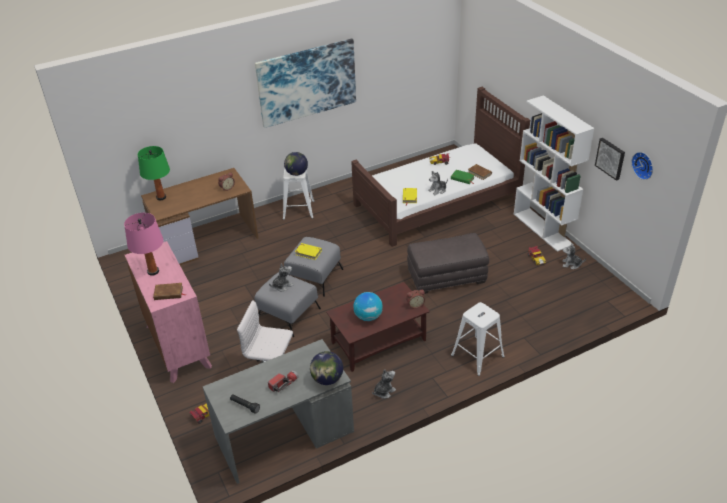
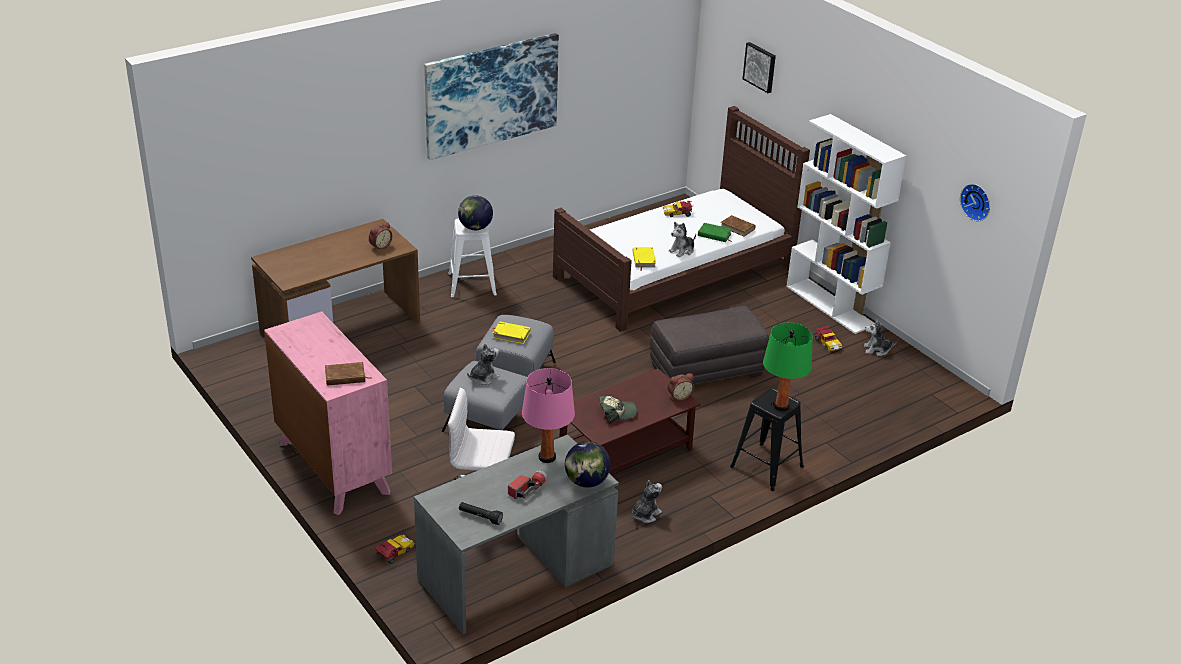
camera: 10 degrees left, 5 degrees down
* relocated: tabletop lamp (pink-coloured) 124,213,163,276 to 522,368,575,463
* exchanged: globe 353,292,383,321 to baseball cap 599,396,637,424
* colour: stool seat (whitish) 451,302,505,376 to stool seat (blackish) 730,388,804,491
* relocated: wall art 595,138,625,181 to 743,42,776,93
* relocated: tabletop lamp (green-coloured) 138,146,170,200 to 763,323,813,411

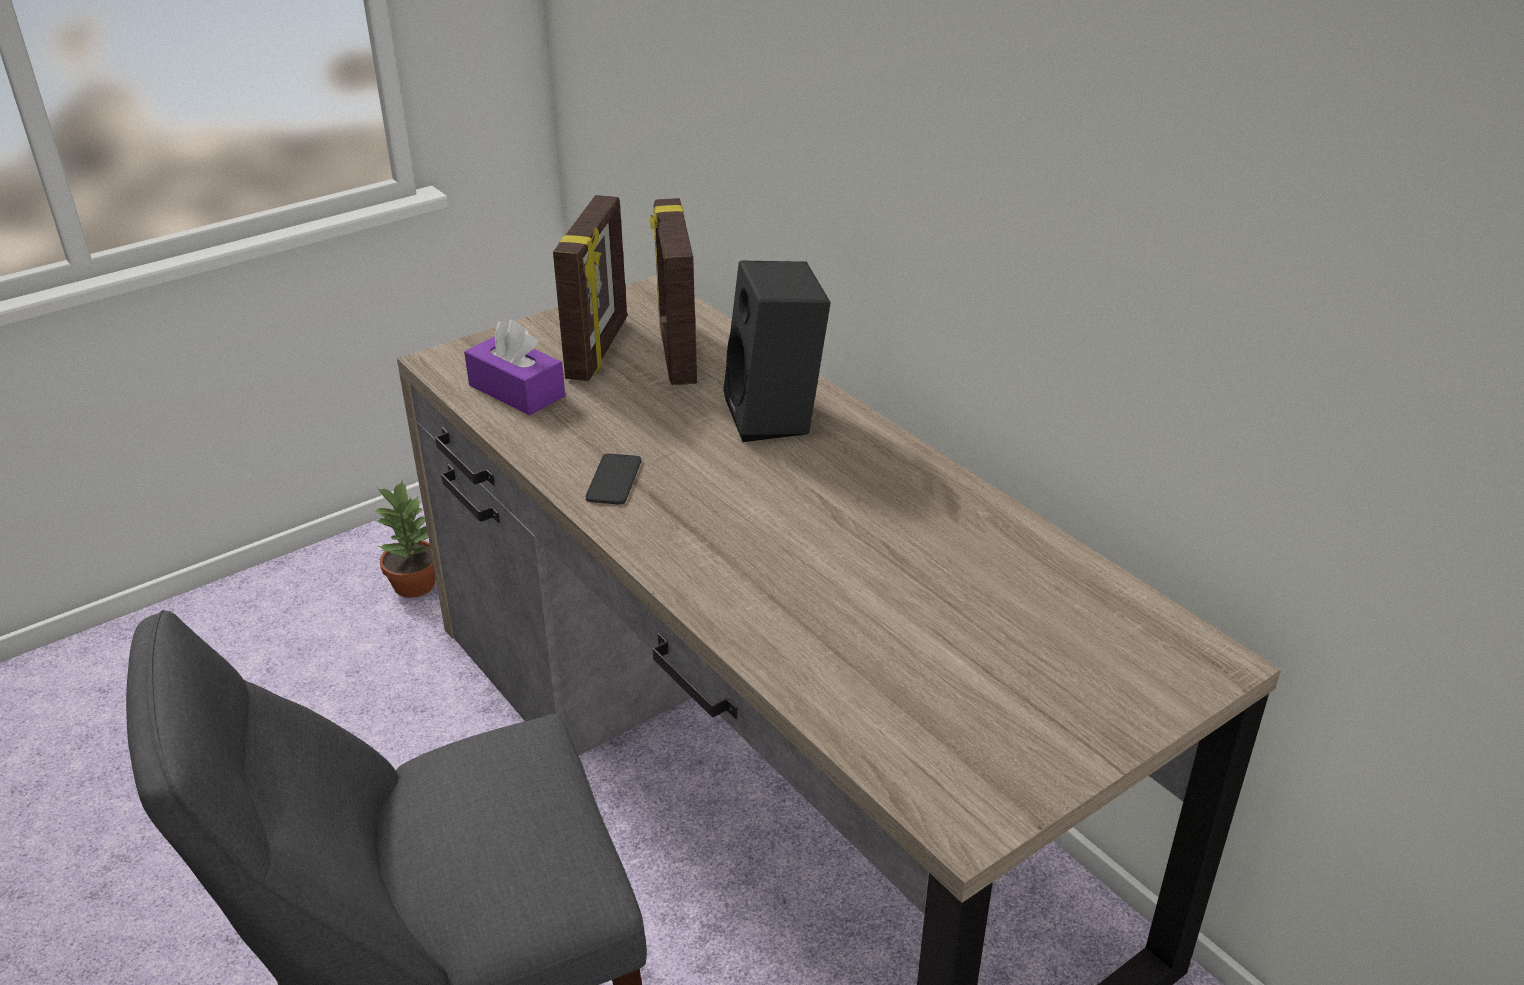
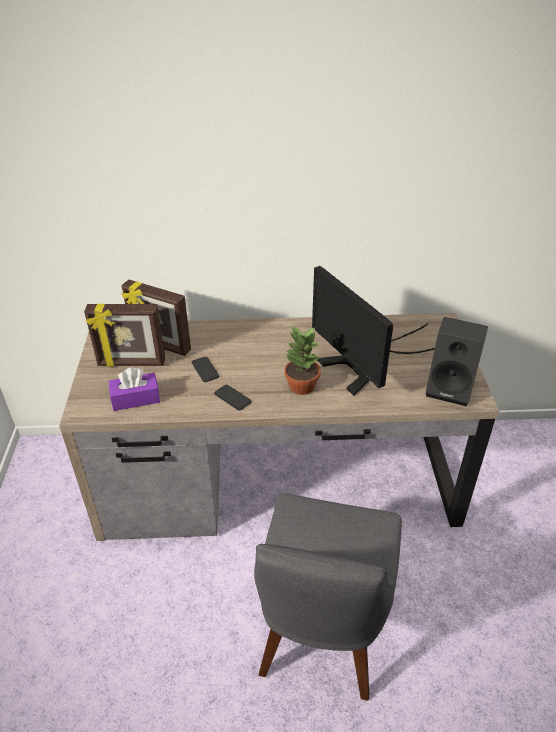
camera: 55 degrees left, 5 degrees up
* spun: photo frame 553,195,627,381 = 84,304,165,367 135 degrees clockwise
* appeared: phone 192,357,219,382
* relocated: potted plant 375,481,435,598 to 284,327,321,395
* appeared: computer screen 312,266,435,396
* relocated: audio speaker (blackish) 723,260,830,442 to 426,317,488,407

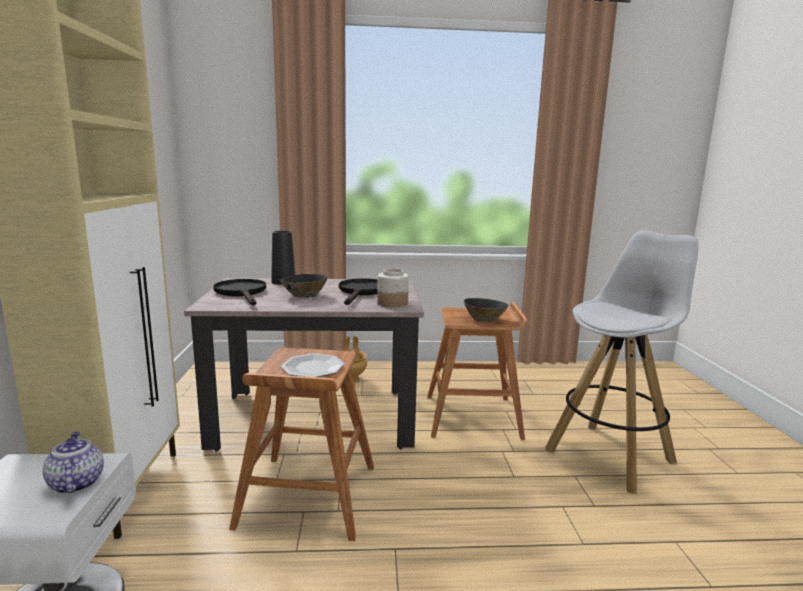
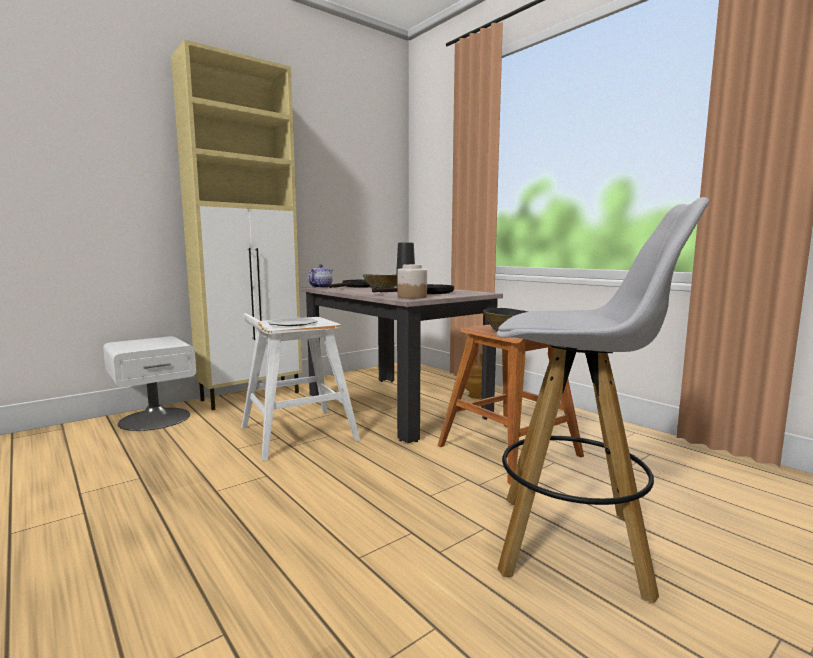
camera: 55 degrees right, 5 degrees down
* colour: stool seat (brownish) 229,348,374,541 to stool seat (whitish) 241,313,360,461
* relocated: teapot 43,432,104,494 to 308,264,332,288

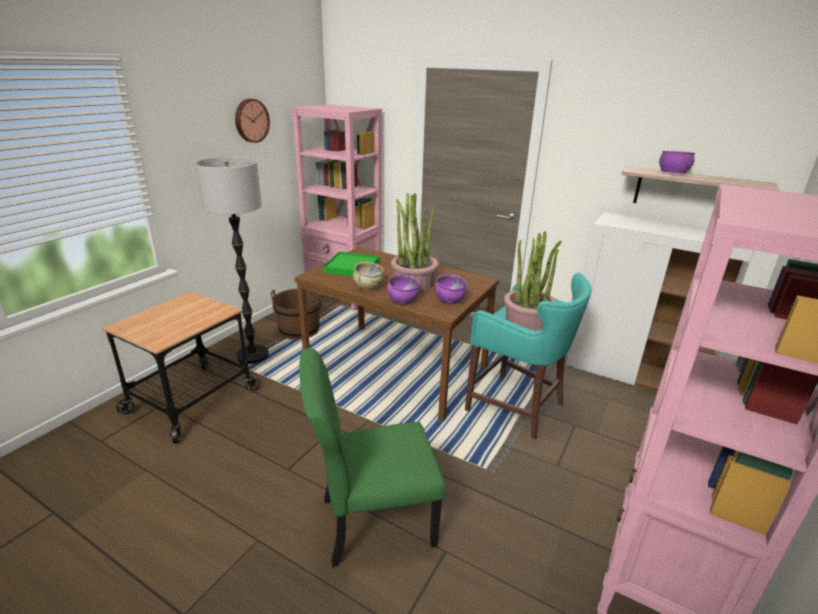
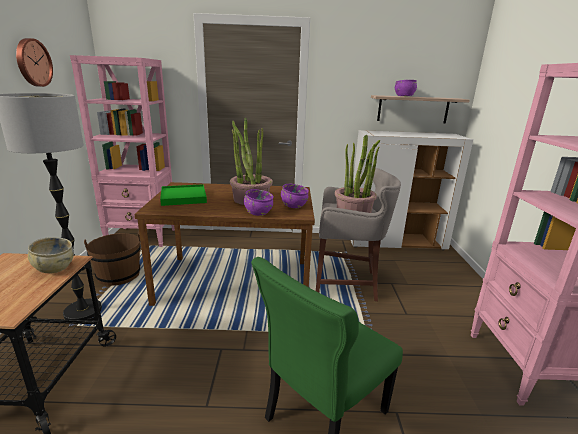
camera: 30 degrees left, 5 degrees down
* relocated: serving bowl (beige-coloured) 353,262,384,291 to 28,237,74,273
* colour: stool seat (blue-green) 465,273,592,440 to stool seat (greyish) 316,168,401,302

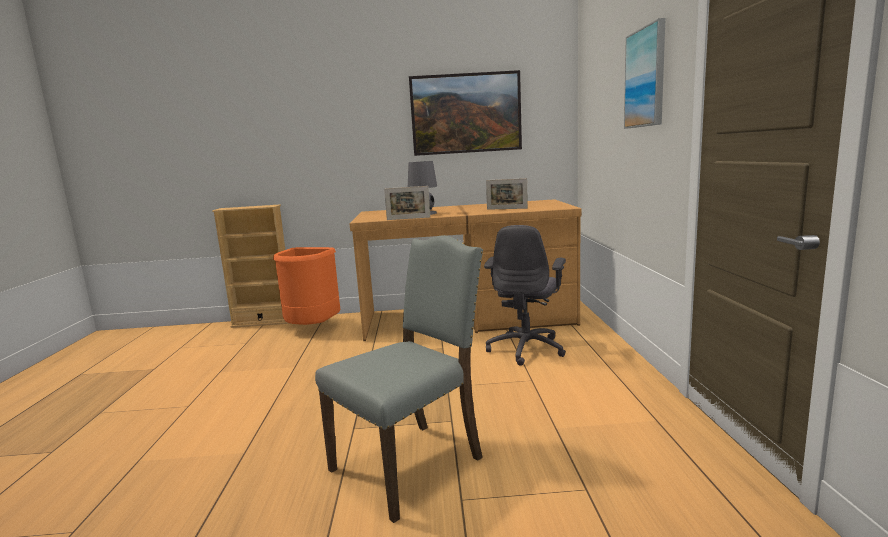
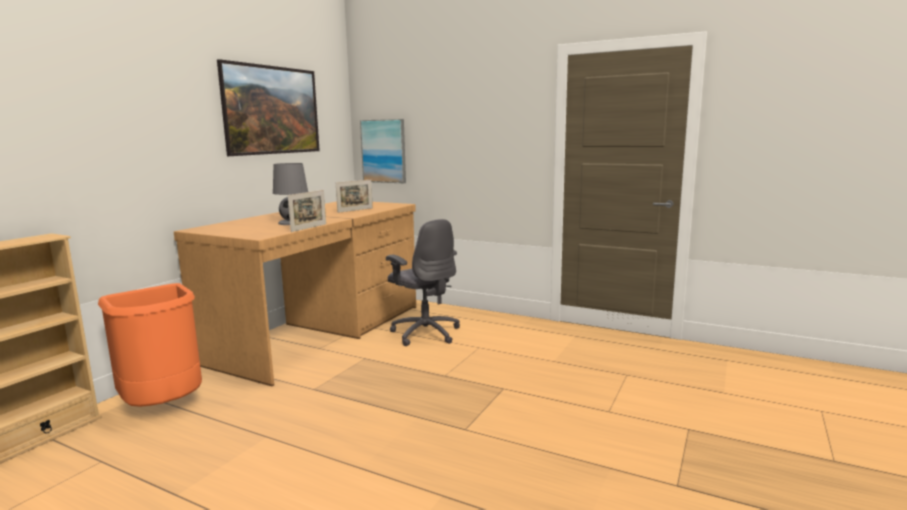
camera: 60 degrees left, 0 degrees up
* relocated: wall art 624,18,666,129 to 360,119,406,183
* missing: chair (greyish) 315,235,483,523

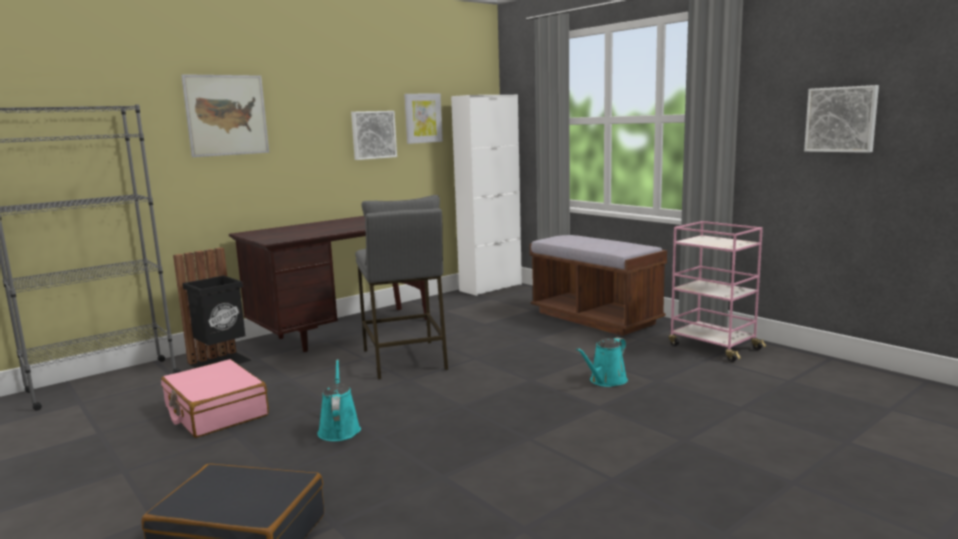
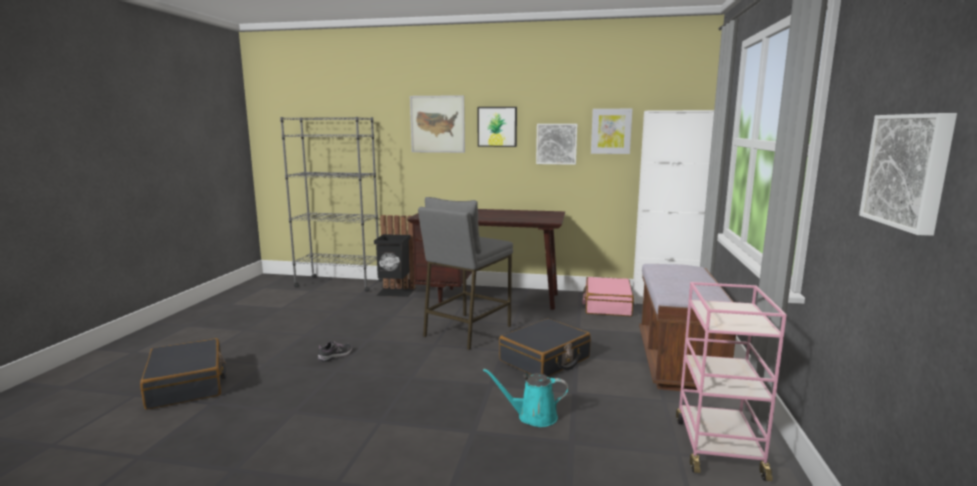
camera: 50 degrees right, 0 degrees up
* exchanged: watering pot (blue-green) 317,359,361,441 to item of footwear 318,340,352,362
* appeared: wall art 478,107,517,147
* appeared: suitcase (blackish) 499,318,591,377
* relocated: suitcase (pink-coloured) 161,359,269,438 to 583,277,634,316

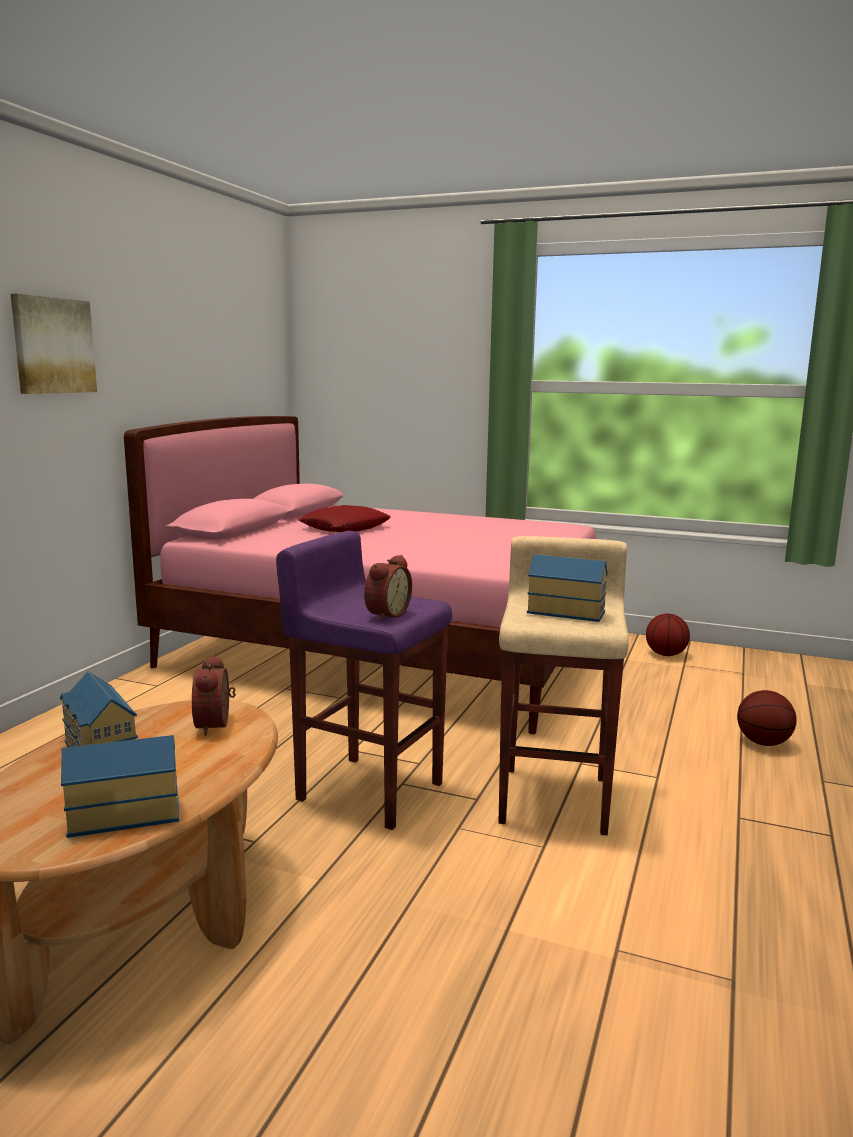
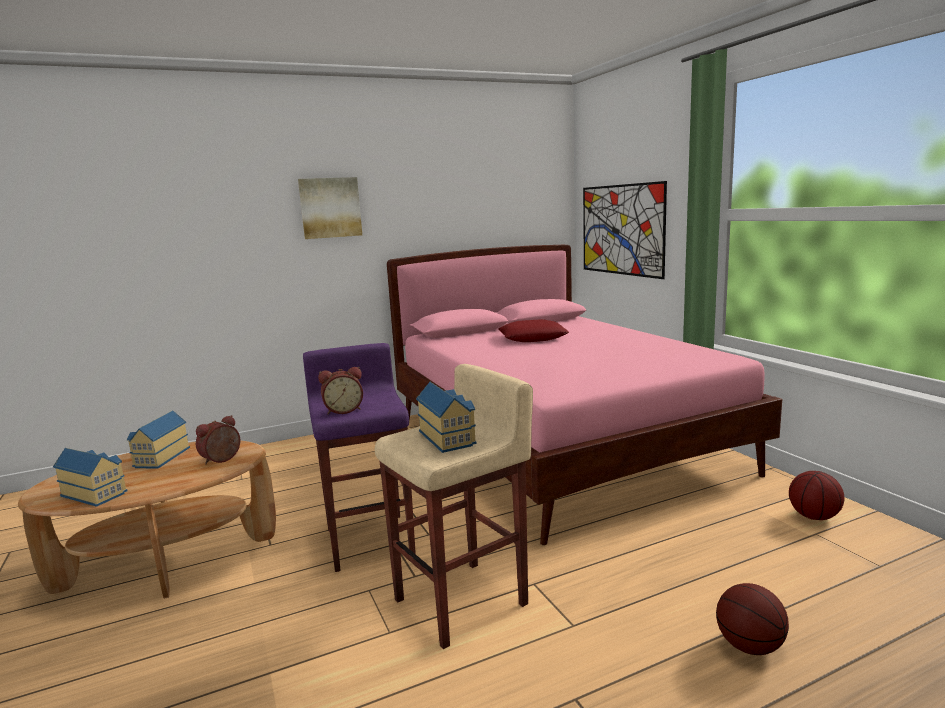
camera: 45 degrees right, 0 degrees up
* appeared: wall art 583,181,667,279

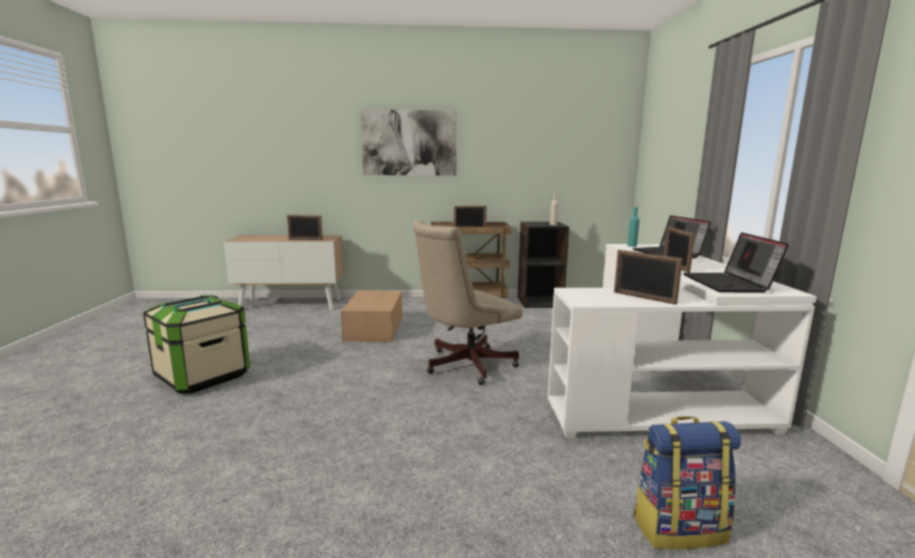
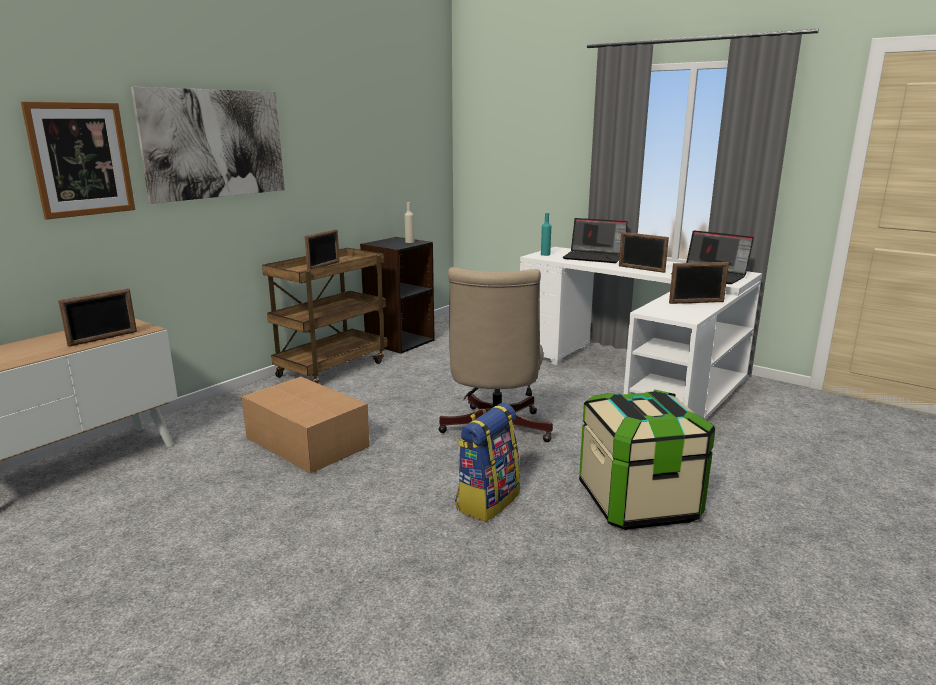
camera: 50 degrees left, 5 degrees up
* appeared: wall art 21,102,135,220
* relocated: knapsack 634,416,741,549 to 455,403,520,521
* relocated: storage bin 143,295,250,394 to 579,390,715,530

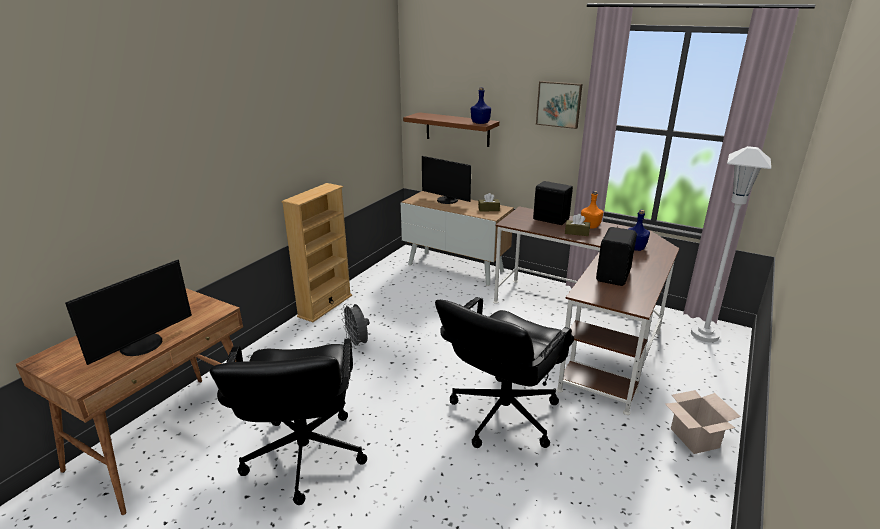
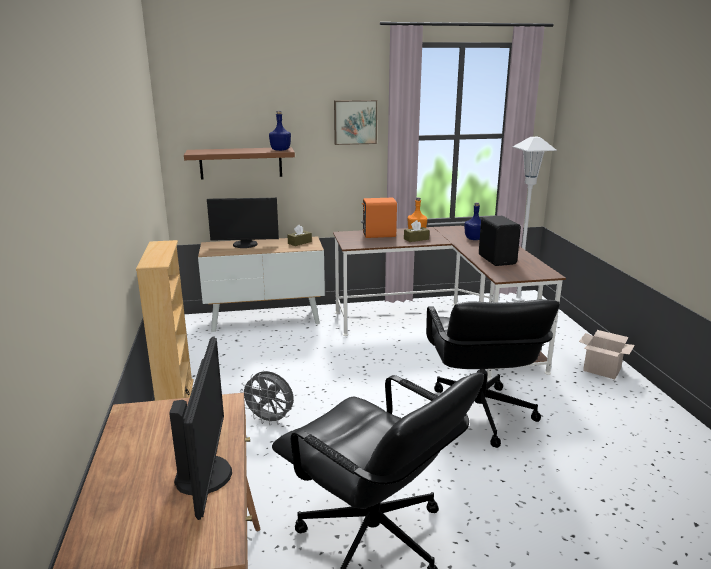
camera: 40 degrees left, 5 degrees down
* colour: audio speaker (blackish) 533,181,573,225 to audio speaker (orangey) 361,198,397,238

